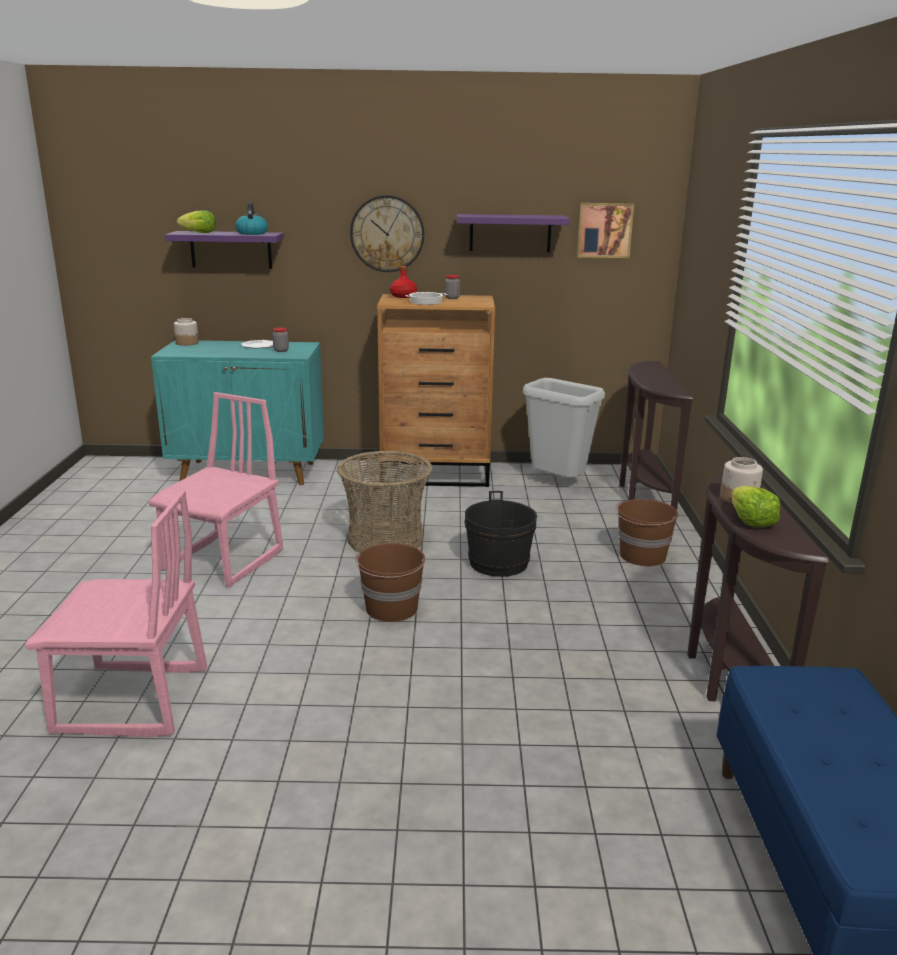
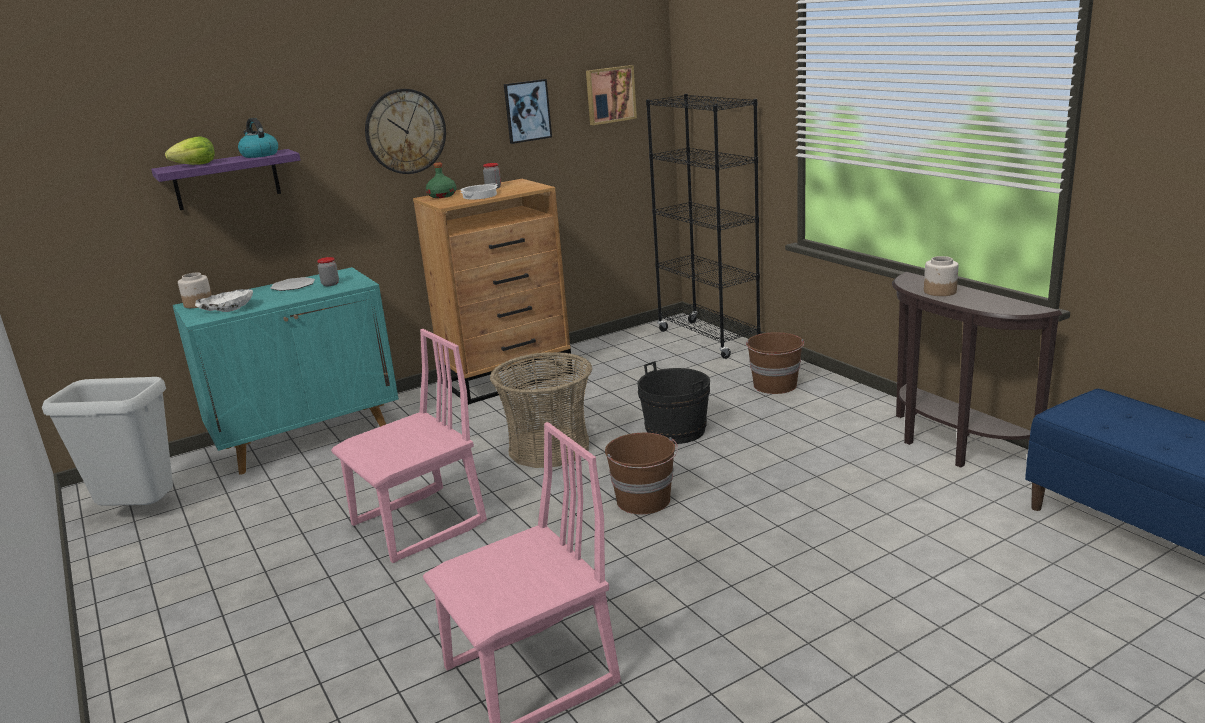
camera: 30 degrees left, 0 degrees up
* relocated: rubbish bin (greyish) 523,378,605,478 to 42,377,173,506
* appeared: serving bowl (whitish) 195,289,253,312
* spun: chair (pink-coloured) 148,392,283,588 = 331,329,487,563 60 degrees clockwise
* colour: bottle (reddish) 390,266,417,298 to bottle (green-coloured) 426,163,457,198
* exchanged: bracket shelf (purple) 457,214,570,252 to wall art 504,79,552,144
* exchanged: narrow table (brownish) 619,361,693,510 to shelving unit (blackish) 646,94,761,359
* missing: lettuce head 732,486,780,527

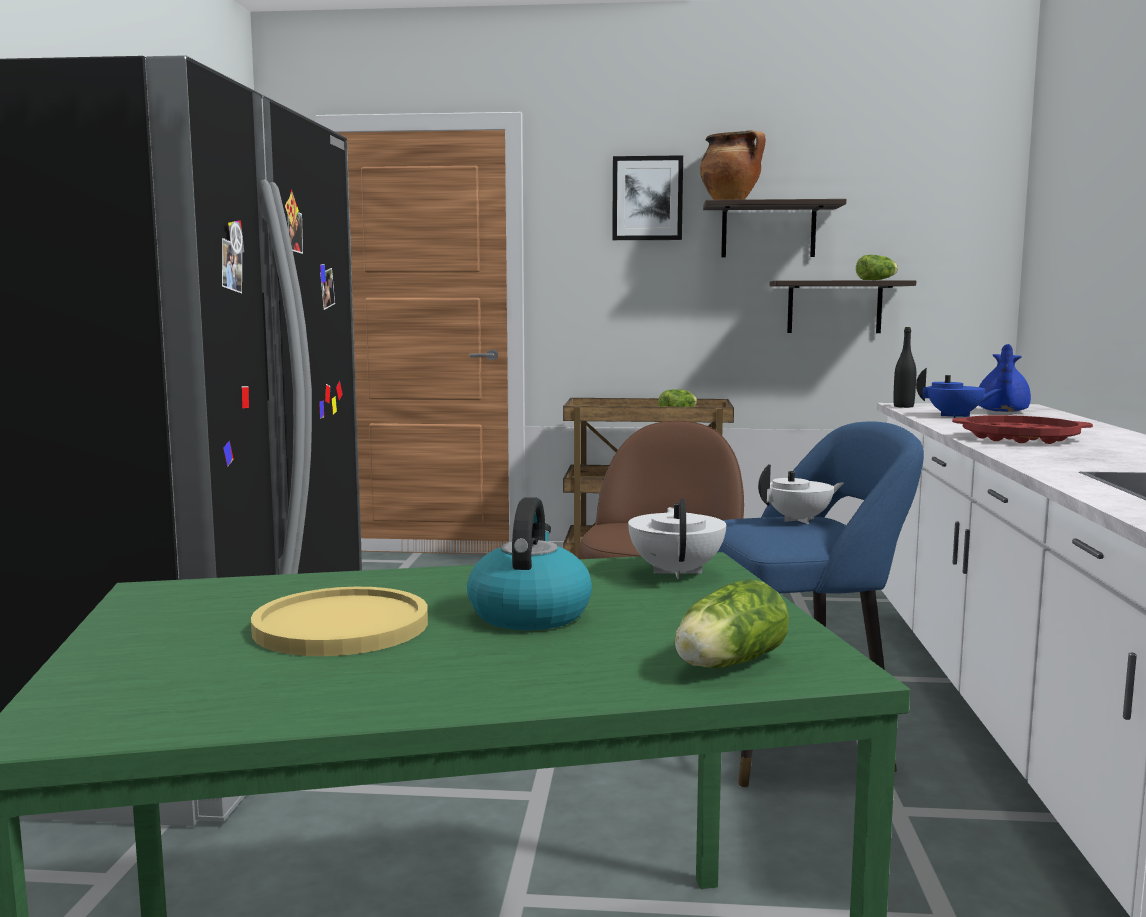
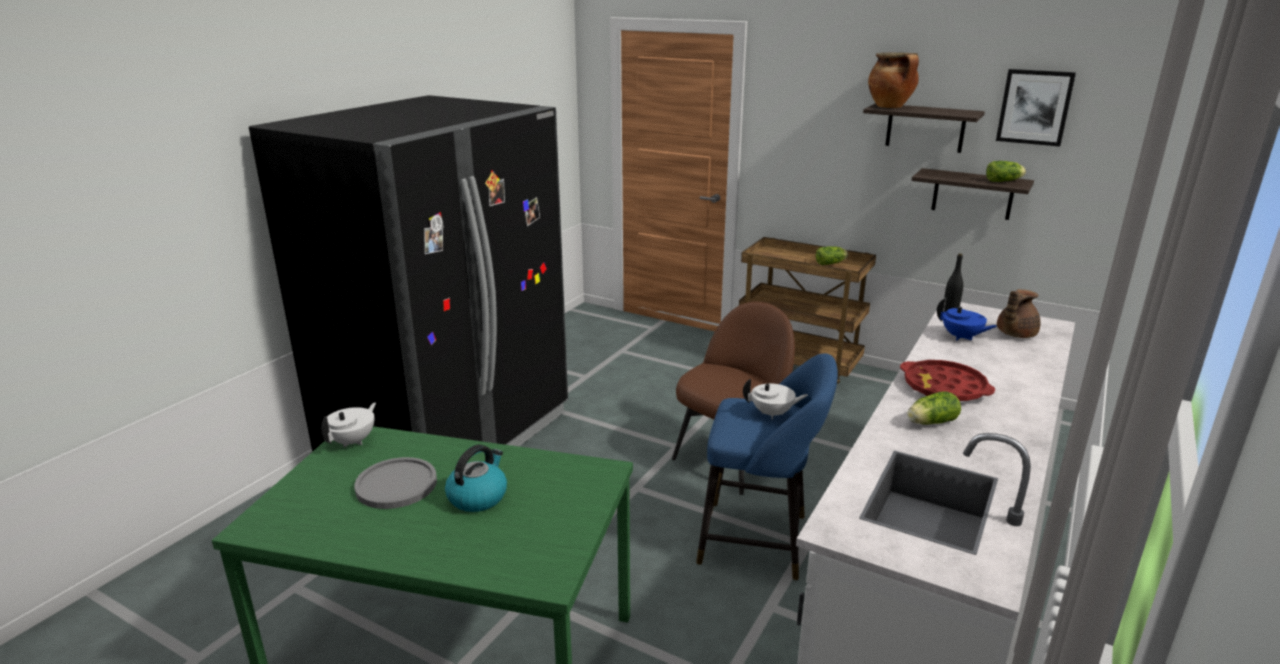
camera: 25 degrees right, 15 degrees up
* relocated: teapot (whitish) 628,499,726,579 to 321,403,376,447
* colour: dinner plate (yellow-coloured) 251,587,428,656 to dinner plate (greyish) 354,457,437,509
* relocated: lettuce head 675,579,789,668 to 907,391,961,425
* relocated: wall art 612,155,683,240 to 996,69,1076,147
* colour: teapot (blue) 979,344,1031,412 to teapot (brownish) 997,289,1041,338

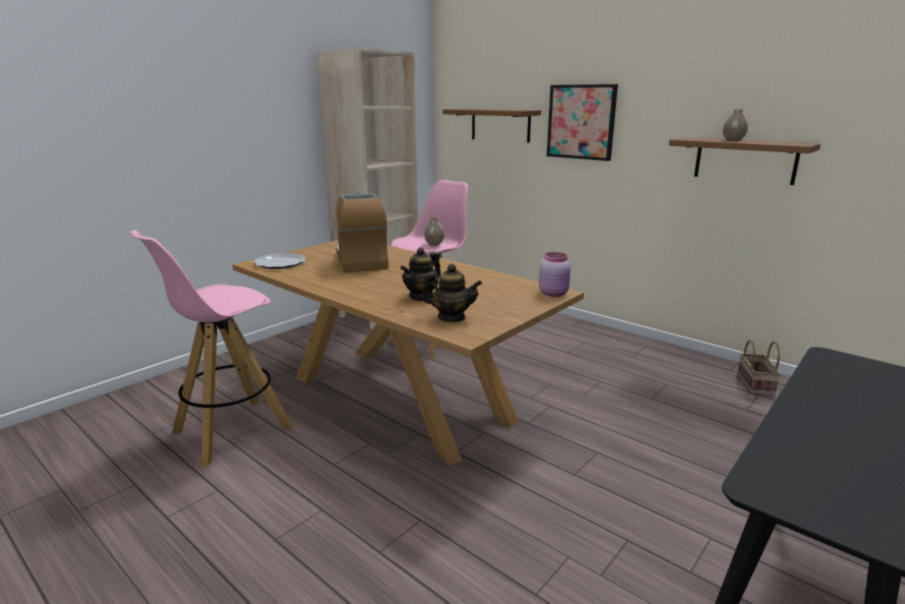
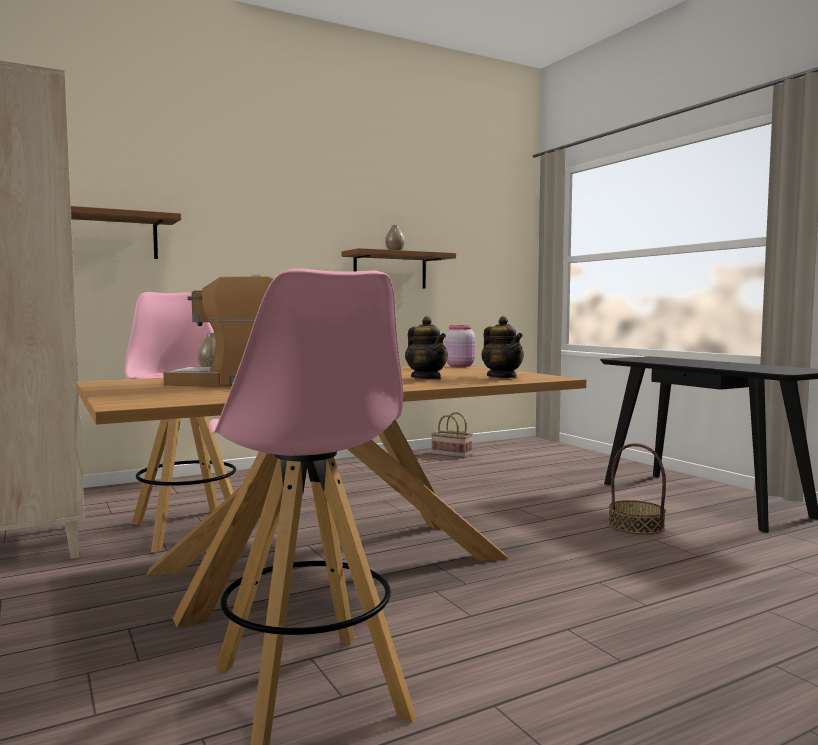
camera: 70 degrees left, 15 degrees down
* spun: teapot 421,264,482,322 = 481,316,524,378 120 degrees clockwise
* appeared: household basket 608,443,666,535
* missing: dinner plate 253,253,307,269
* missing: wall art 547,84,618,161

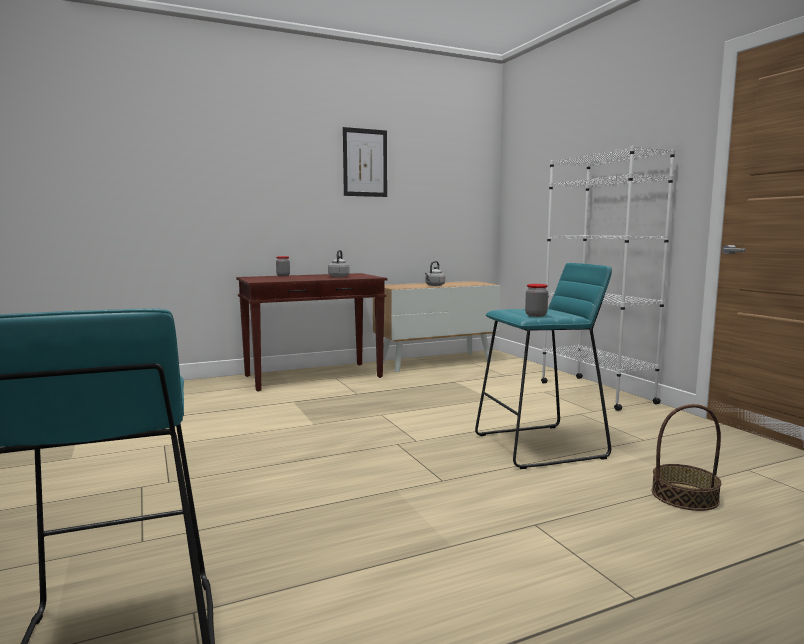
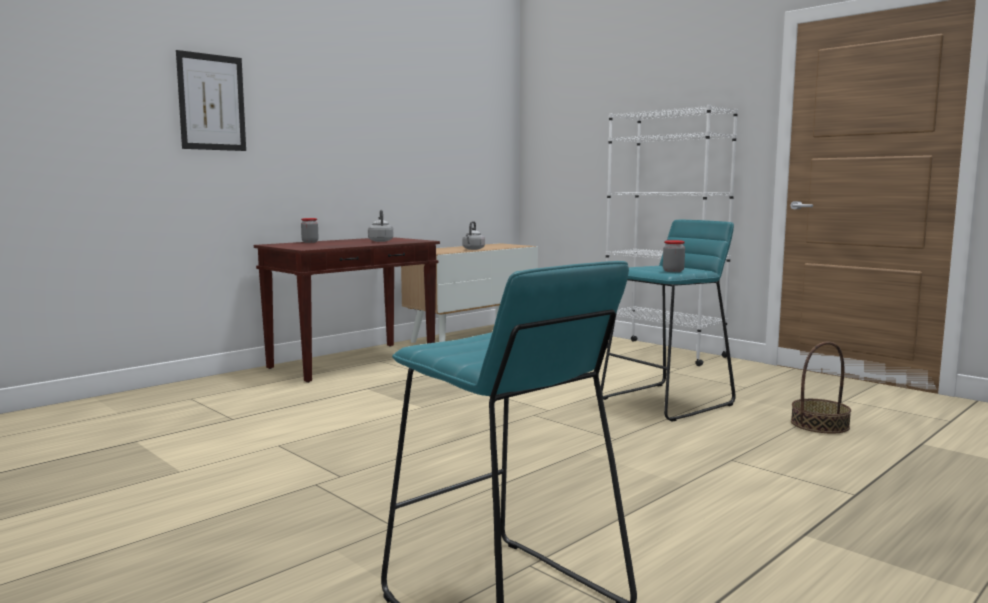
camera: 20 degrees left, 0 degrees up
* relocated: wall art 343,127,387,197 to 176,50,246,151

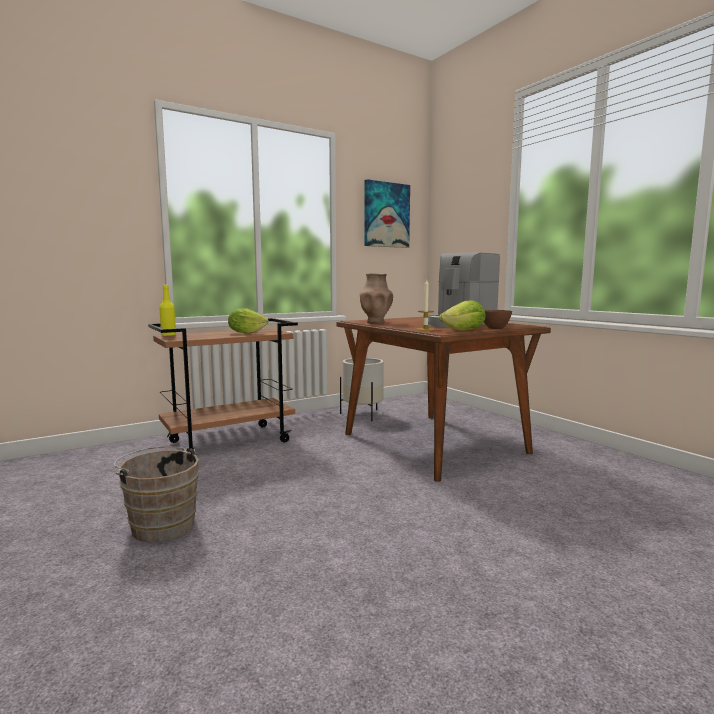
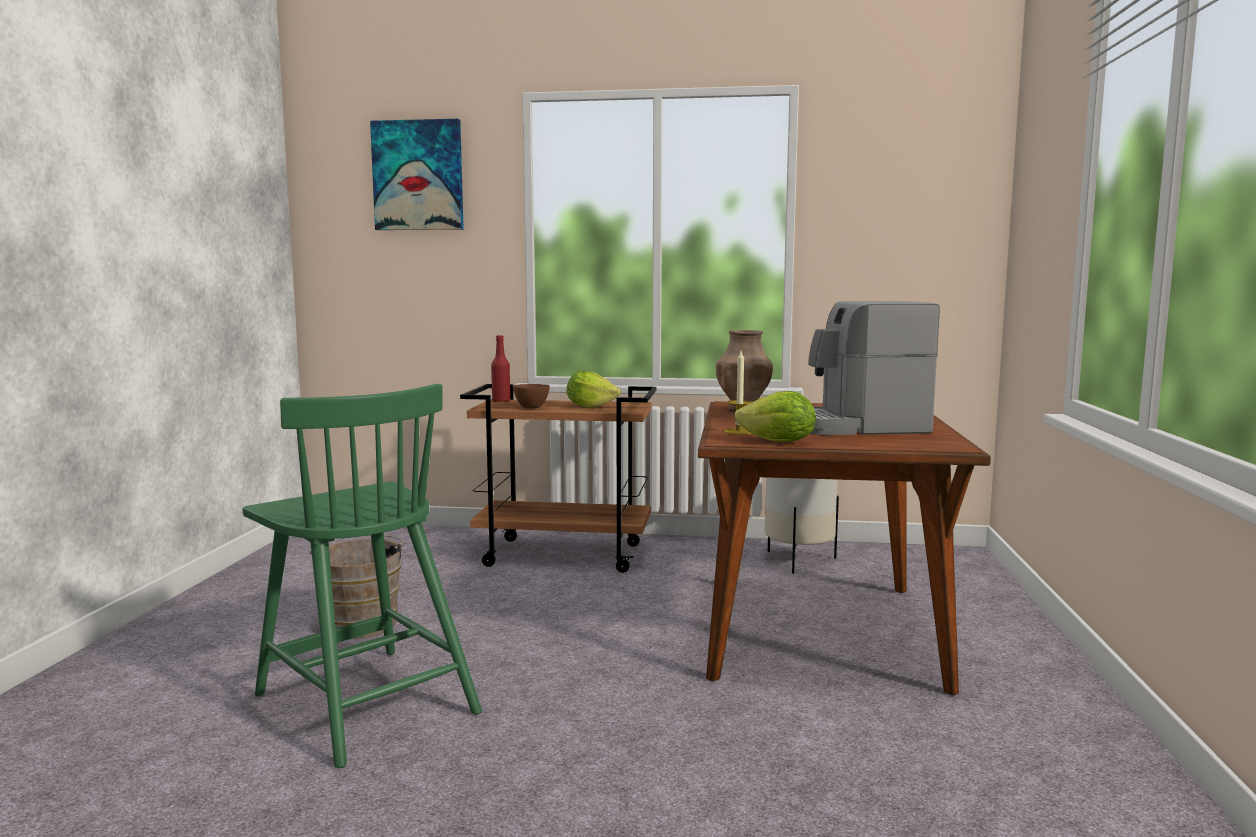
camera: 40 degrees right, 0 degrees up
* appeared: chair (green-coloured) 243,384,482,768
* relocated: wall art 364,179,410,248 to 370,119,464,230
* colour: bottle (yellow-coloured) 159,285,176,336 to bottle (reddish) 491,335,510,402
* relocated: serving bowl (brownish) 484,310,512,329 to 513,384,550,409

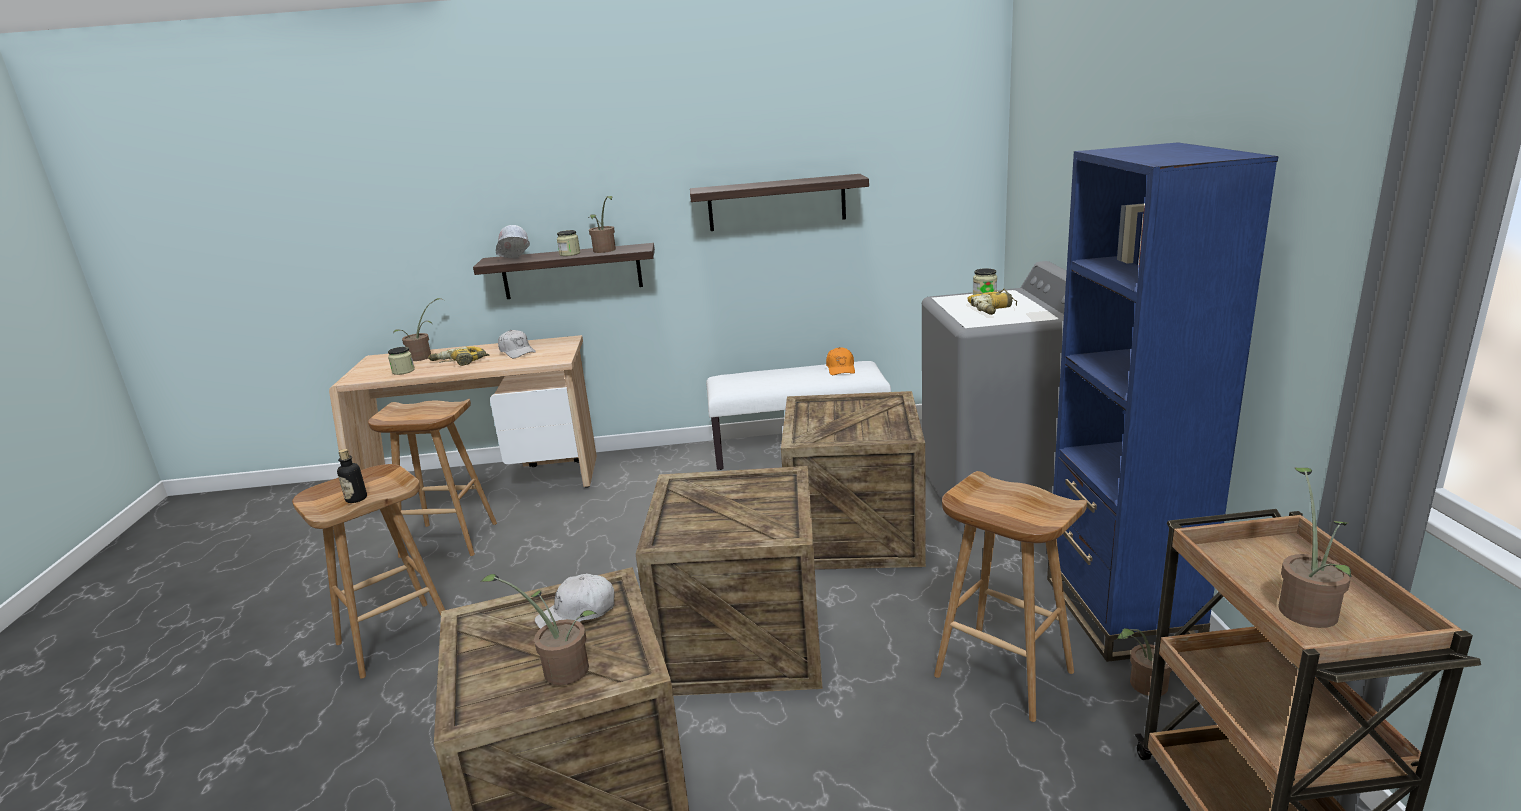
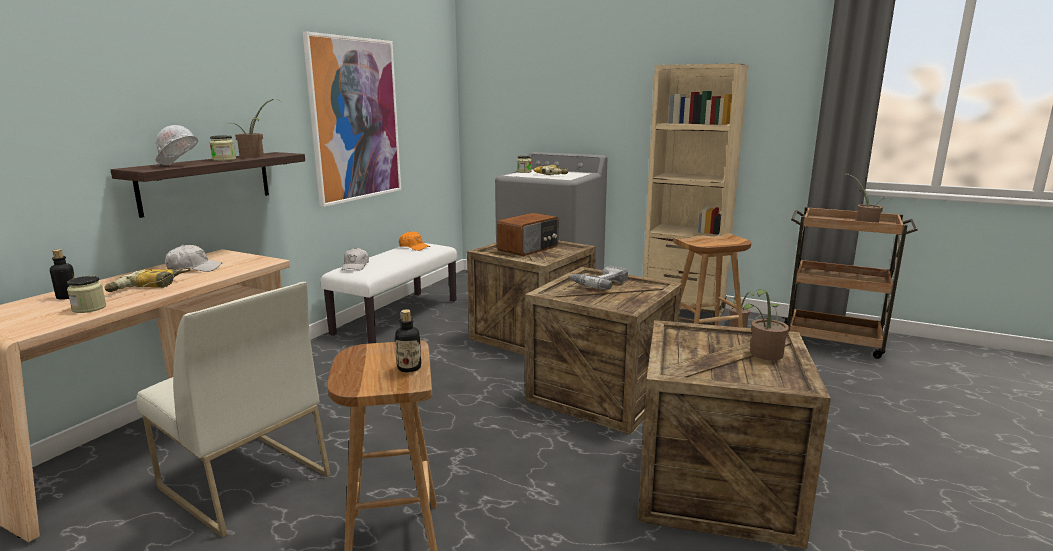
camera: 60 degrees left, 5 degrees down
* exchanged: potted plant 393,298,441,361 to bottle 50,249,75,300
* exchanged: stool seat (brownish) 368,399,497,558 to chair (whitish) 136,282,331,538
* exchanged: bracket shelf 690,174,869,231 to wall art 303,32,401,207
* relocated: baseball cap (whitish) 535,574,615,629 to 341,248,369,270
* appeared: radio receiver 497,213,558,256
* appeared: electric drill 568,266,628,290
* colour: shelving unit (blue) 1047,142,1279,662 to shelving unit (beige-coloured) 643,63,749,325

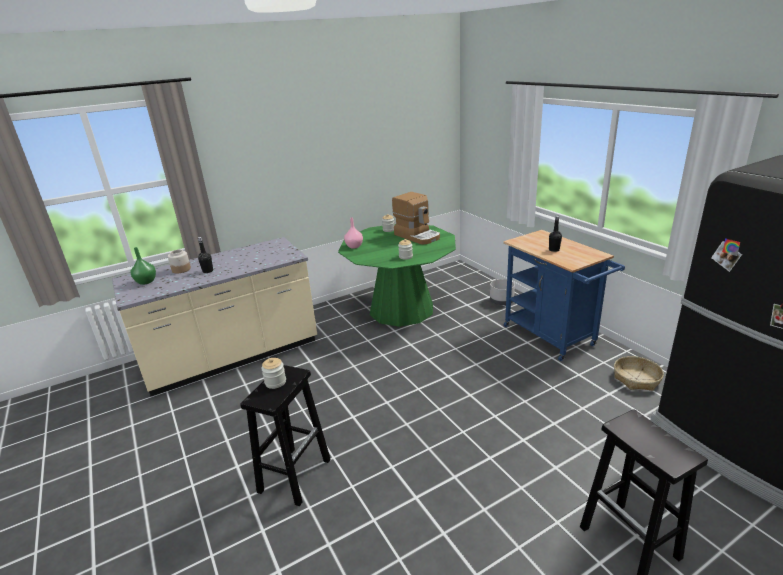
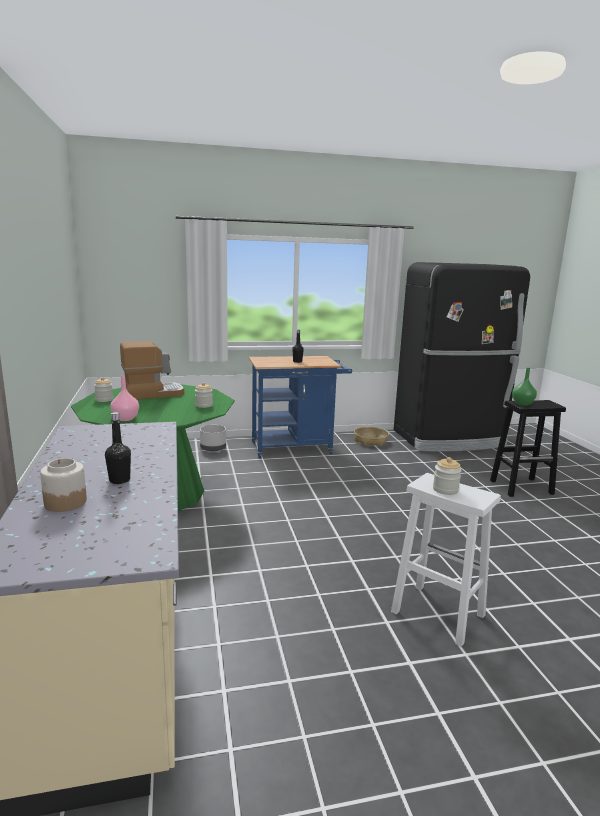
camera: 75 degrees left, 10 degrees down
* colour: stool seat (blackish) 240,365,331,506 to stool seat (whitish) 391,473,501,647
* relocated: vase (green-coloured) 131,247,156,285 to 512,368,537,406

